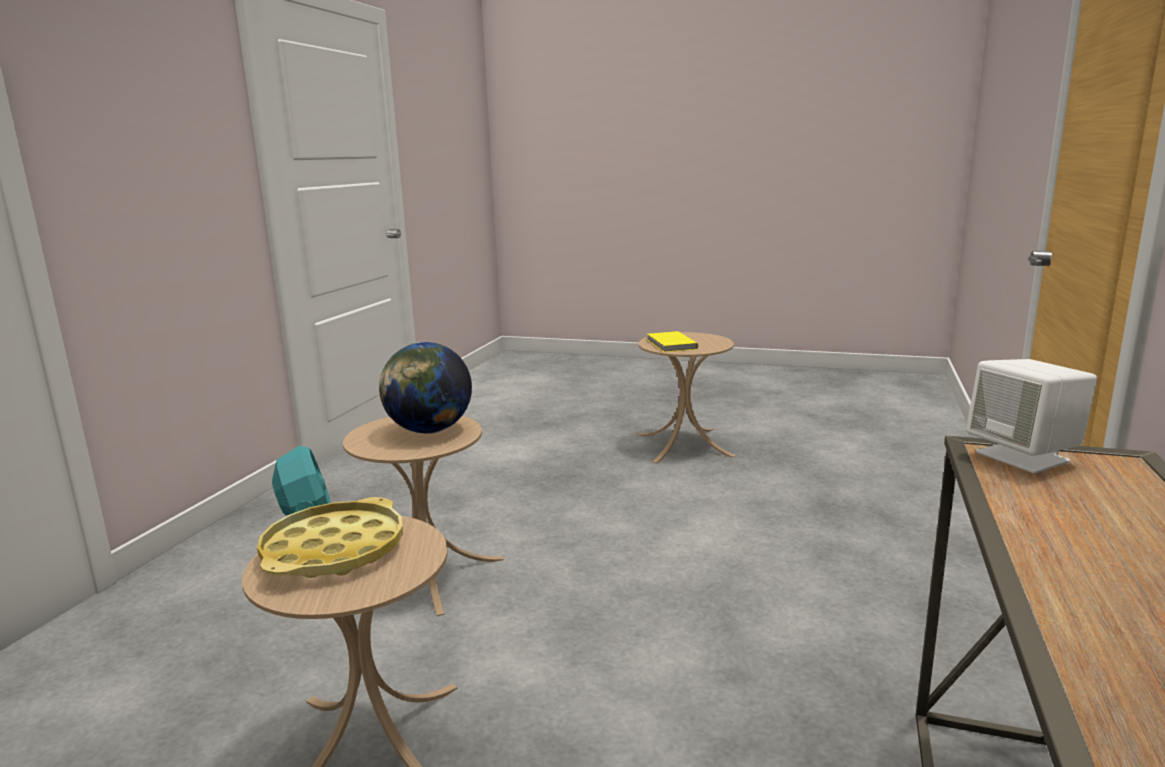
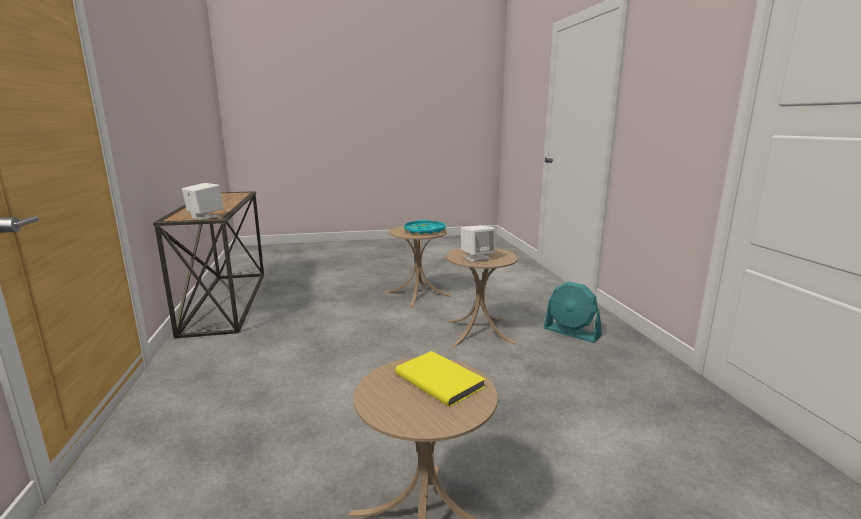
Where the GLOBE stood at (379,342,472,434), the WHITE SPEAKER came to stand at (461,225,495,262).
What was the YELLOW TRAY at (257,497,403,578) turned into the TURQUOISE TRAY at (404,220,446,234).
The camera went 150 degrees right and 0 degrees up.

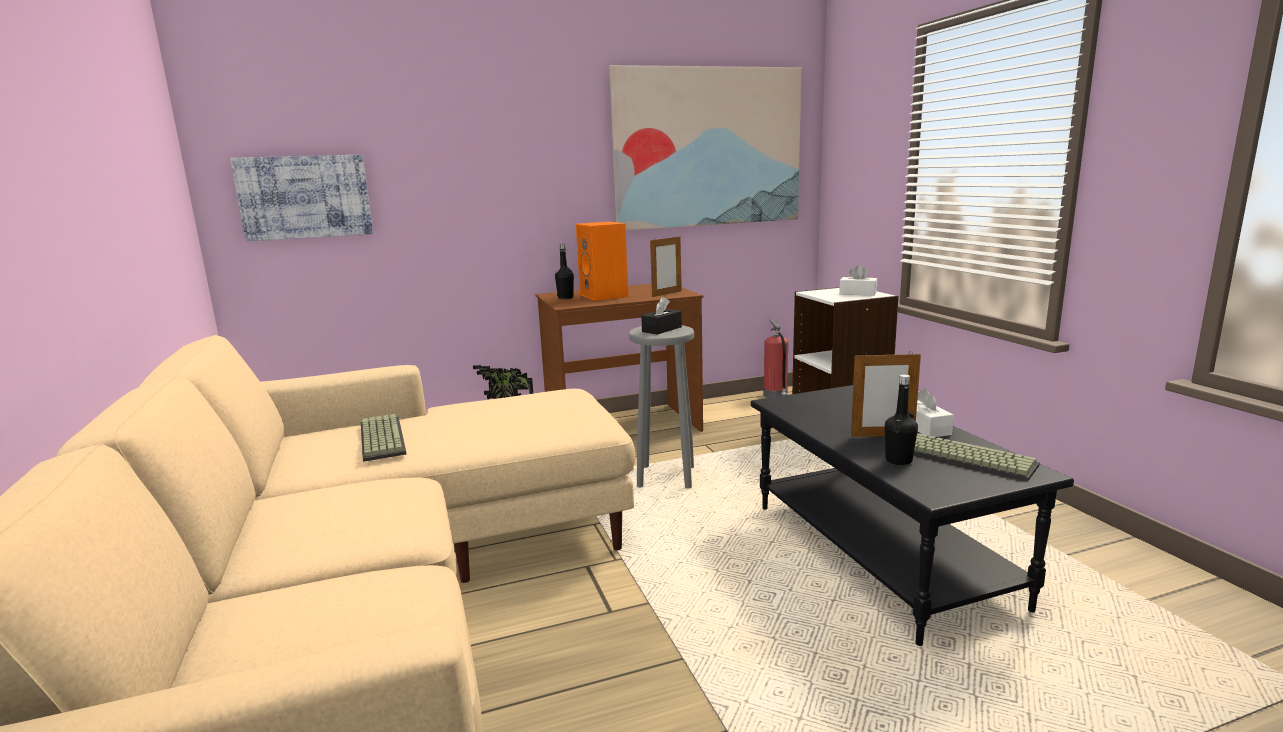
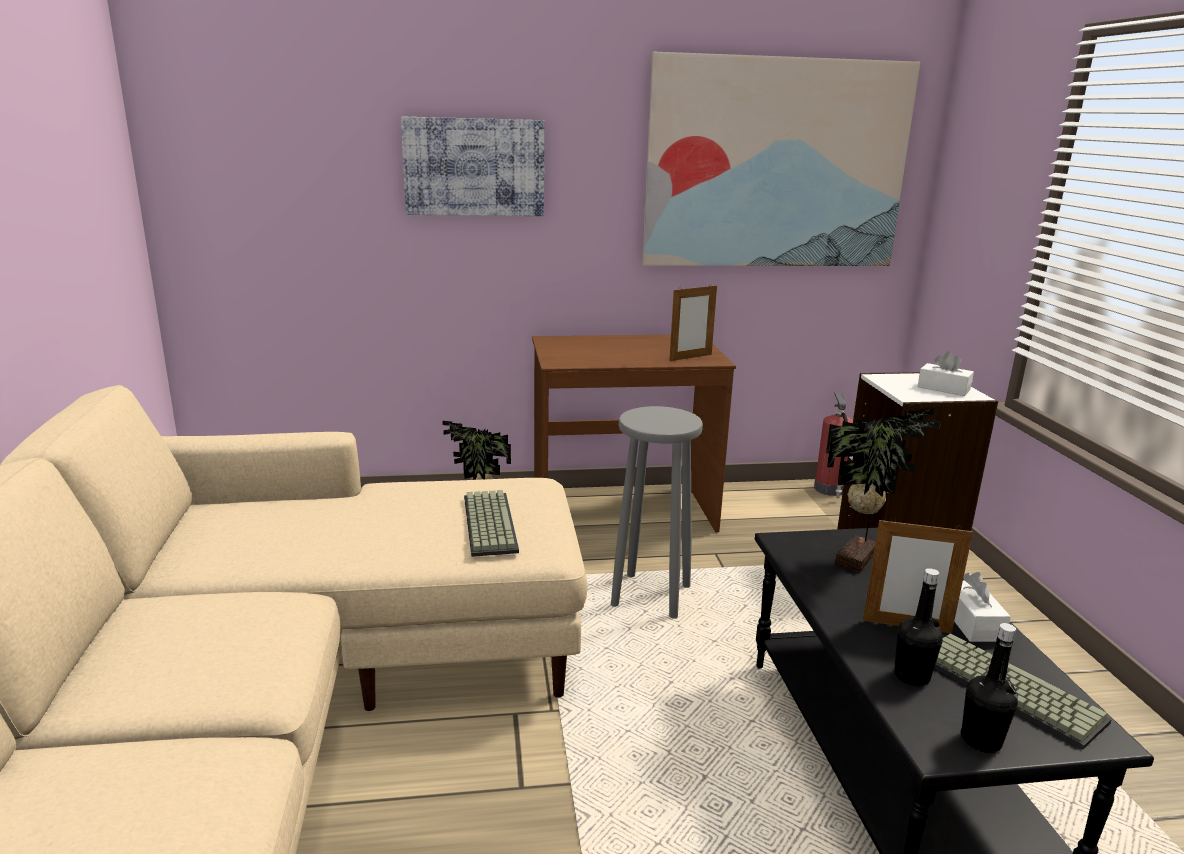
The second view lost the ORANGE SPEAKER at (576,222,628,301).
The second view lost the BLACK TISSUE BOX at (641,297,682,335).
The second view gained the POTTED PLANT at (826,408,941,572).
The PICTURE ended up elsewhere, having gone from (230,155,373,241) to (401,117,544,216).
The KEYBOARD ended up elsewhere, having gone from (361,414,406,462) to (464,490,519,557).
The BLACK BOTTLE ended up elsewhere, having gone from (555,244,574,299) to (961,623,1018,753).
The camera went 10 degrees right and 5 degrees up.

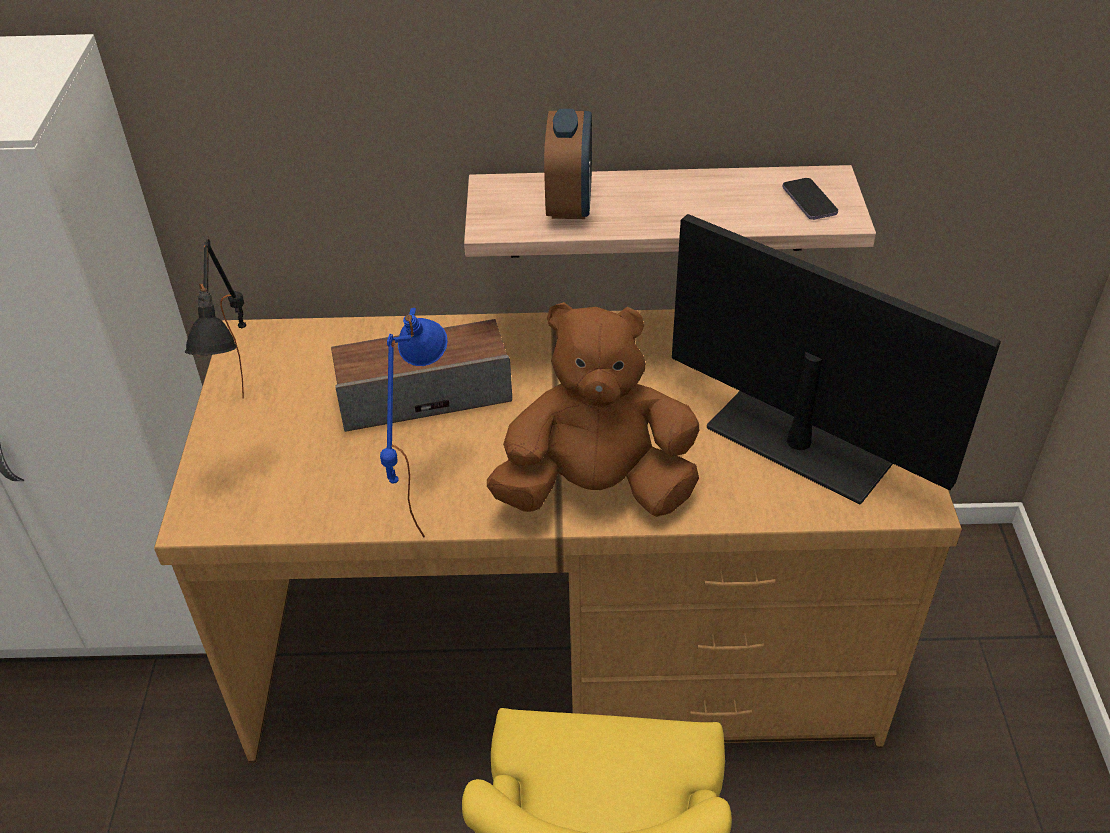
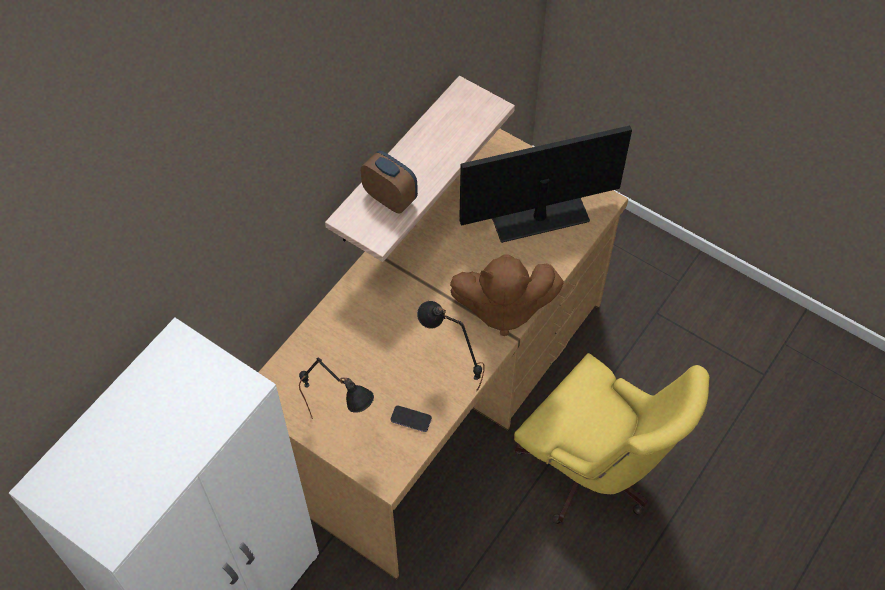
The second view lost the SPEAKER at (331,319,512,432).
The PHONE ended up elsewhere, having gone from (783,178,838,220) to (391,405,432,432).
What was the BLUE TABLE LAMP at (380,308,448,537) turned into the BLACK TABLE LAMP at (417,301,485,391).
The BROWN PLUSH TOY at (487,302,699,517) ended up facing another way, 120 degrees counterclockwise from before.
The camera went 55 degrees left and 15 degrees up.

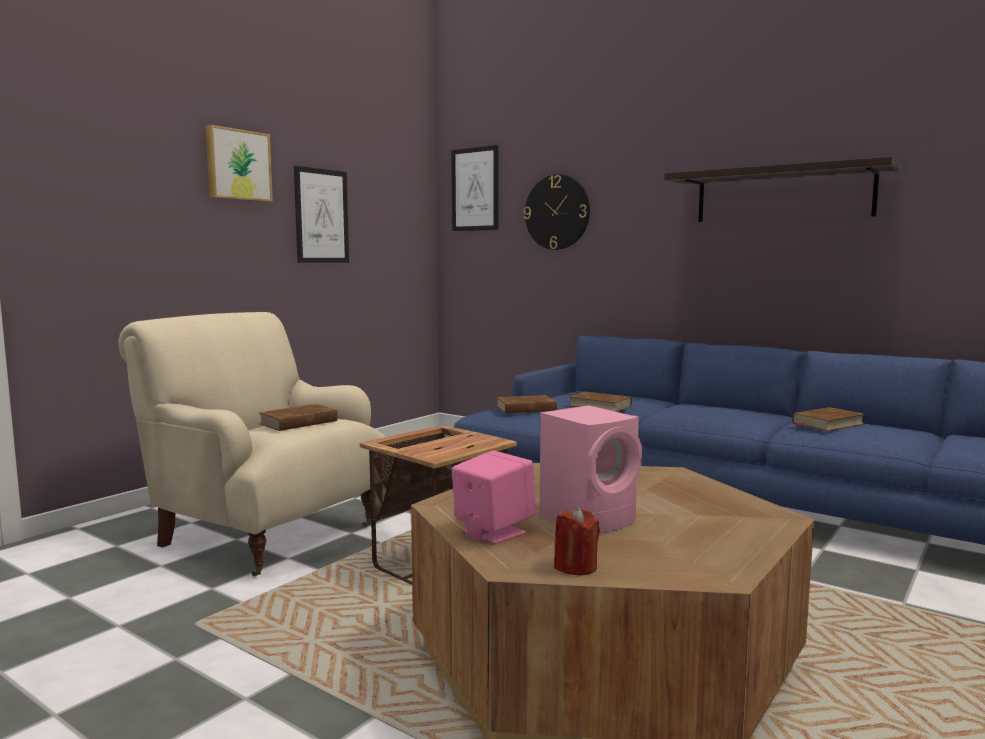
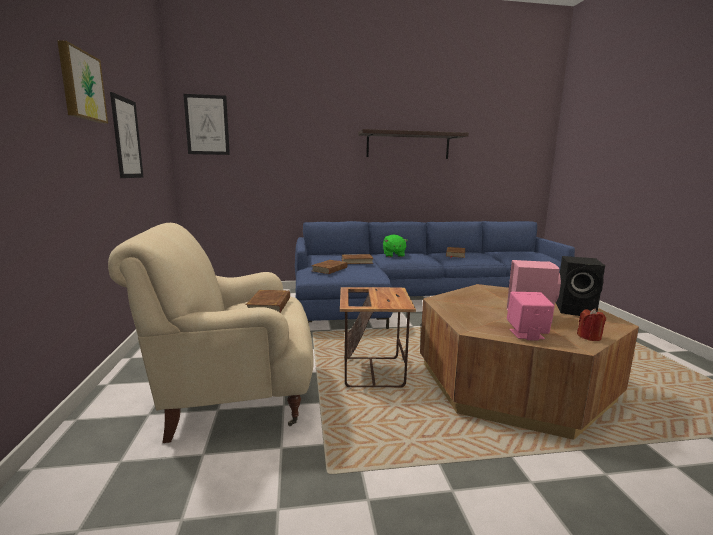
The second view lost the WALL CLOCK at (524,174,590,250).
The second view gained the GREEN PLUSH TOY at (383,234,408,257).
The second view gained the BLACK SPEAKER at (556,256,605,316).
The camera went 45 degrees left and 5 degrees up.

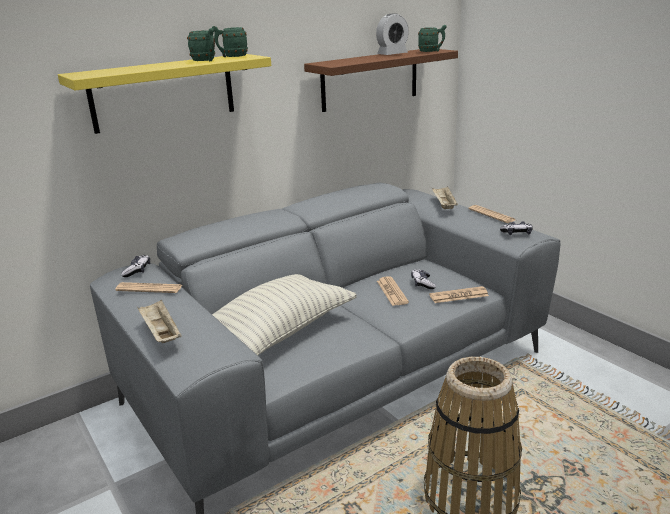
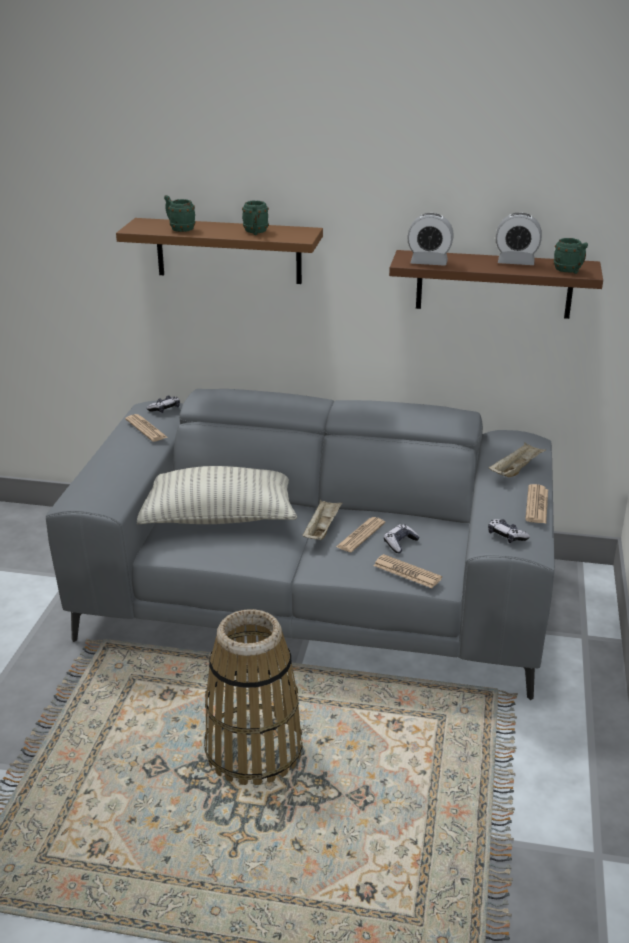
The second view gained the ALARM CLOCK at (407,213,454,266).
The BEIGE TRAY ended up elsewhere, having gone from (138,299,181,343) to (303,500,343,540).
The GREEN MUG ended up elsewhere, having gone from (212,26,248,57) to (164,195,195,232).
What was the YELLOW SHELF at (58,54,271,134) turned into the BROWN SHELF at (116,218,323,284).
The camera went 45 degrees right and 5 degrees up.

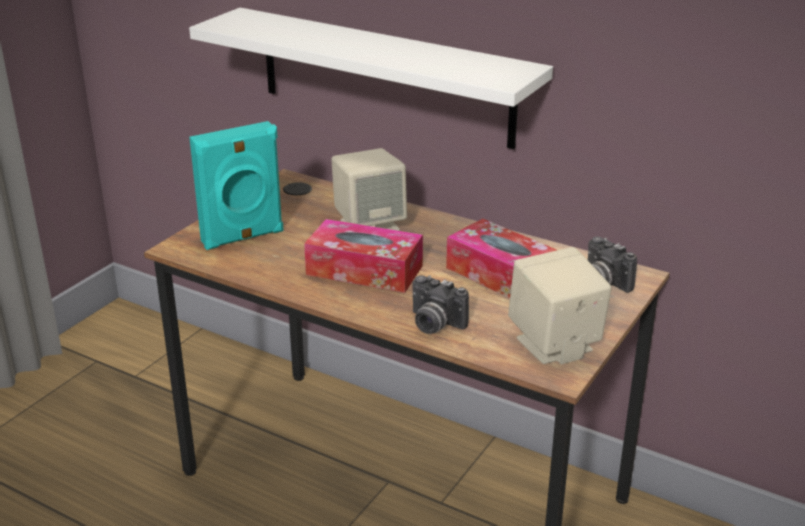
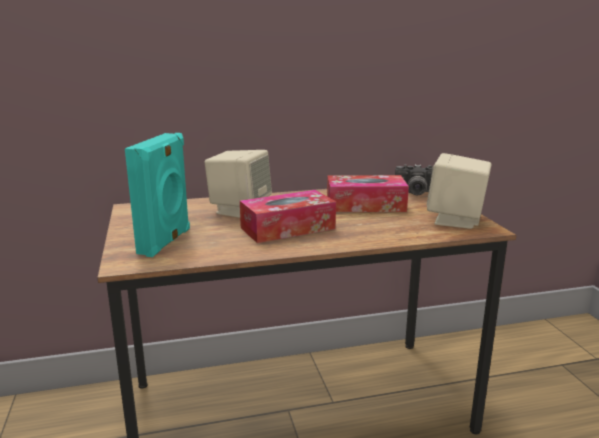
The second view lost the WHITE SHELF at (189,8,553,149).
The second view lost the PHOTO CAMERA at (412,275,469,334).
The camera went 45 degrees left and 10 degrees down.

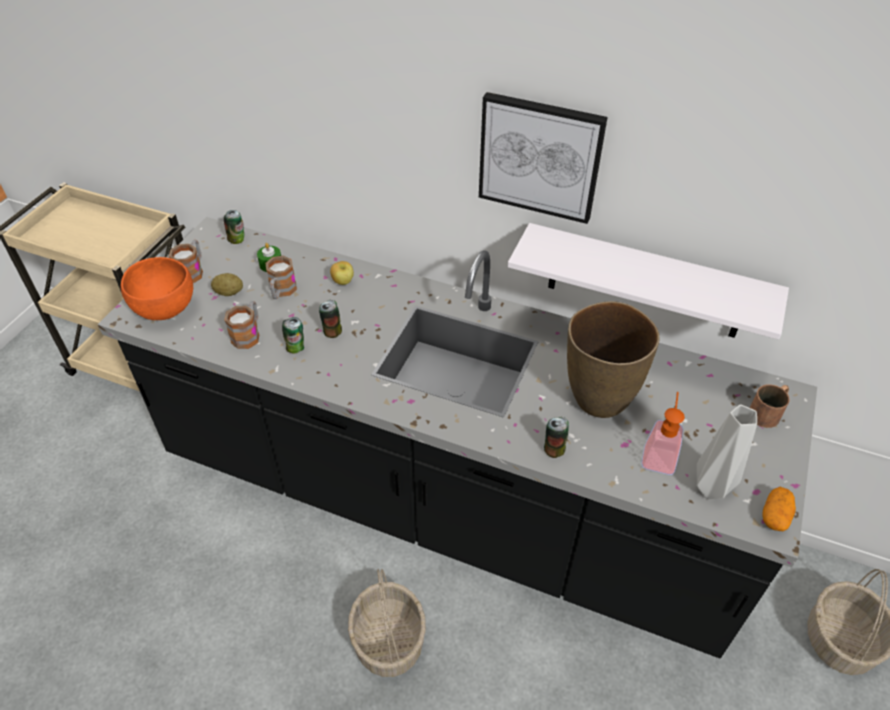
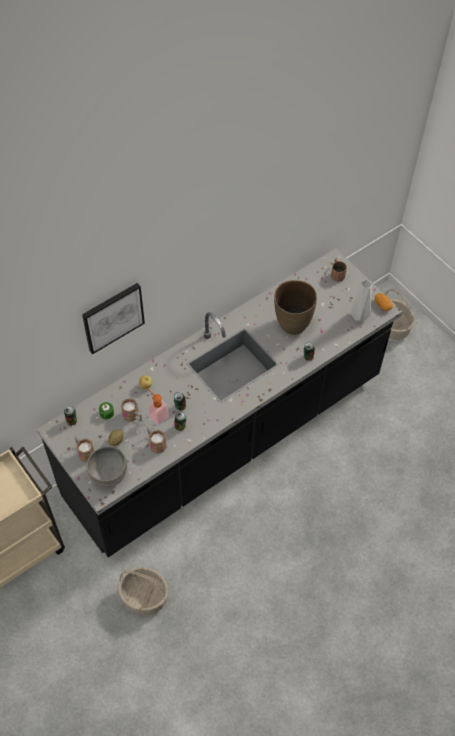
The second view lost the WHITE SHELF at (508,223,789,339).
The BASKET ended up elsewhere, having gone from (348,569,426,677) to (118,567,168,615).
The PICTURE ended up elsewhere, having gone from (479,92,608,224) to (82,283,145,354).
The SOAP DISPENSER ended up elsewhere, having gone from (641,392,685,475) to (147,388,169,425).
What was the ORANGE BOWL at (121,257,193,320) turned into the GREY BOWL at (87,446,127,487).
The camera went 60 degrees left and 10 degrees up.

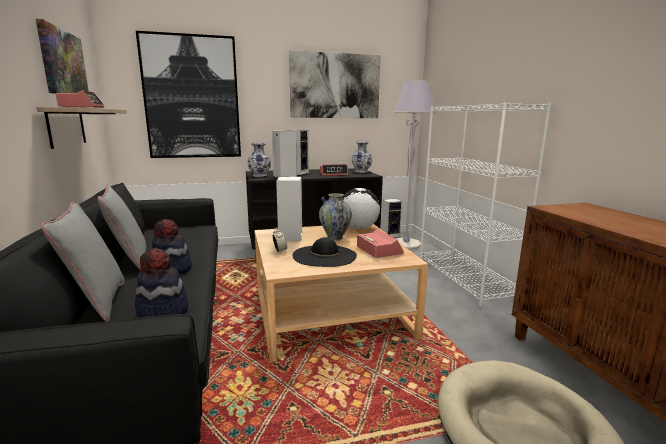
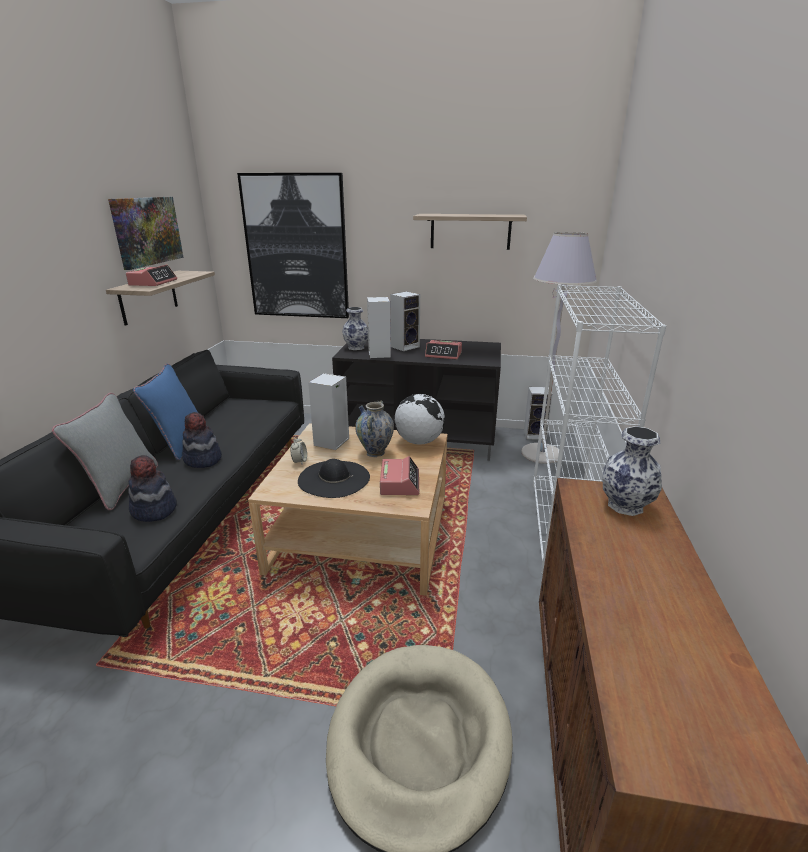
The VASE ended up elsewhere, having gone from (352,141,372,173) to (602,426,662,516).
Where the PICTURE hung at (289,50,381,118), the SHELF came to hang at (413,214,527,250).
What was the GREY PILLOW at (98,184,146,270) turned into the BLUE PILLOW at (133,363,198,460).
The camera went 25 degrees right and 10 degrees up.

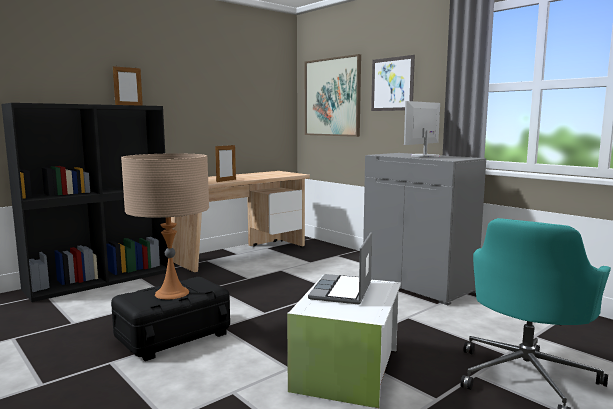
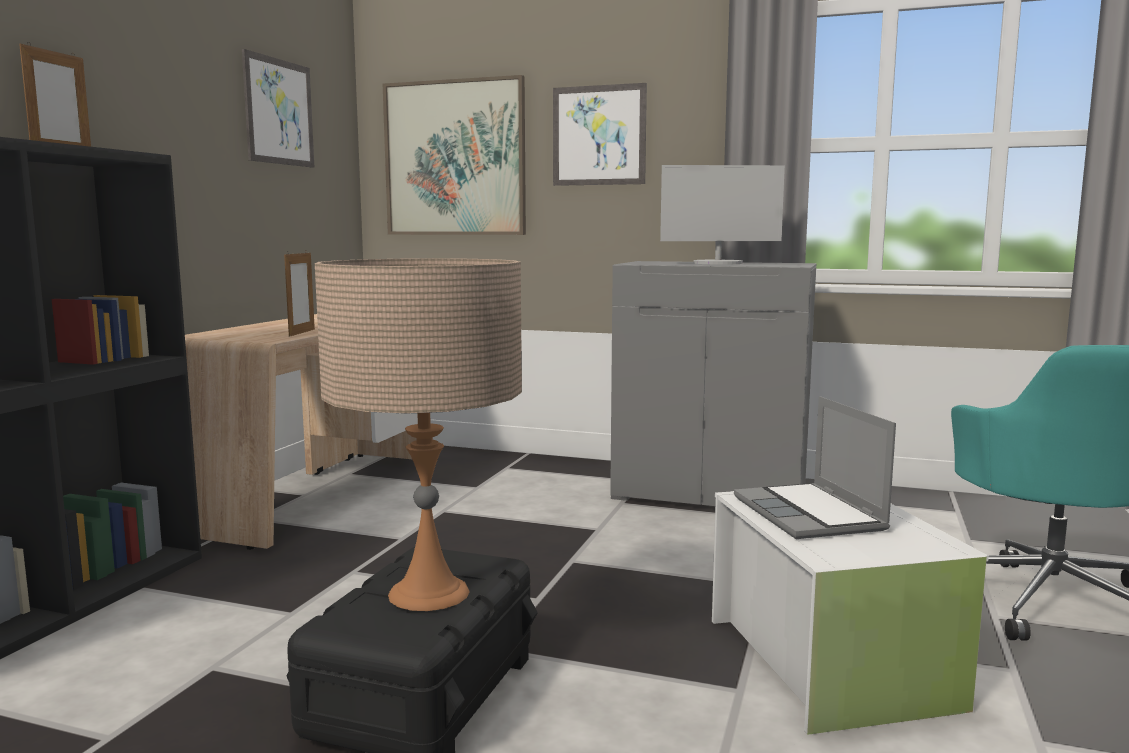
The second view gained the PICTURE at (242,49,314,168).
The MONITOR at (404,101,440,157) ended up facing another way, 105 degrees counterclockwise from before.
The camera went 30 degrees left and 0 degrees up.

